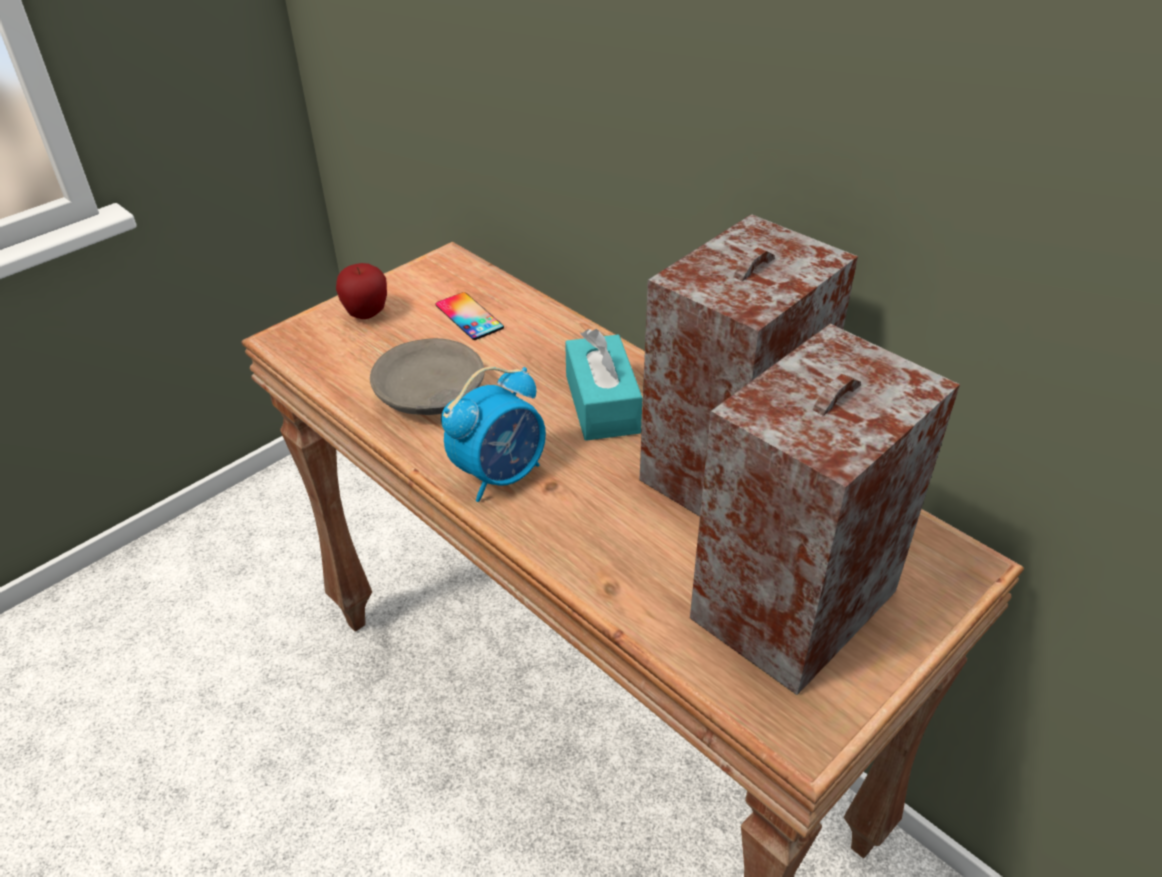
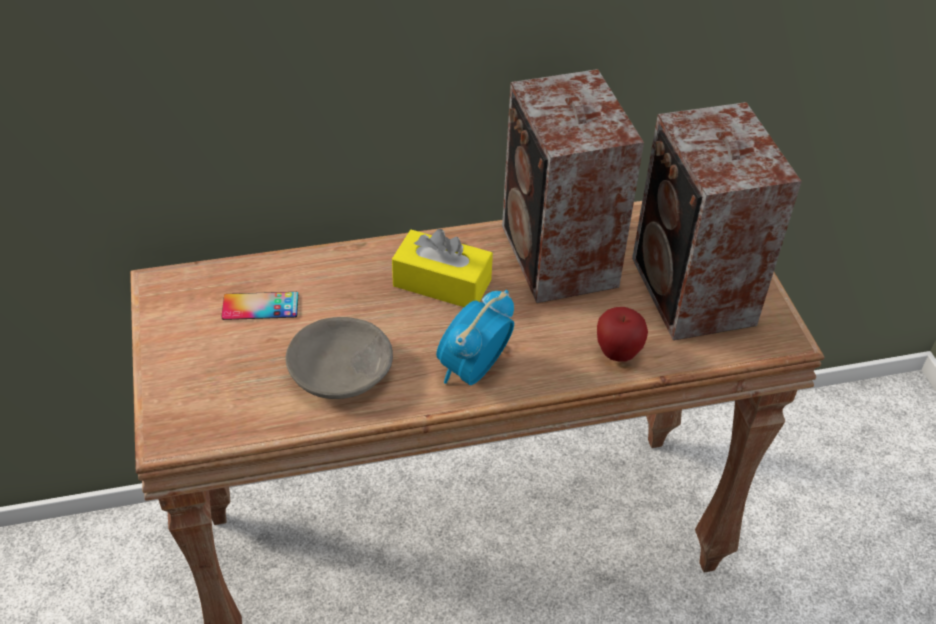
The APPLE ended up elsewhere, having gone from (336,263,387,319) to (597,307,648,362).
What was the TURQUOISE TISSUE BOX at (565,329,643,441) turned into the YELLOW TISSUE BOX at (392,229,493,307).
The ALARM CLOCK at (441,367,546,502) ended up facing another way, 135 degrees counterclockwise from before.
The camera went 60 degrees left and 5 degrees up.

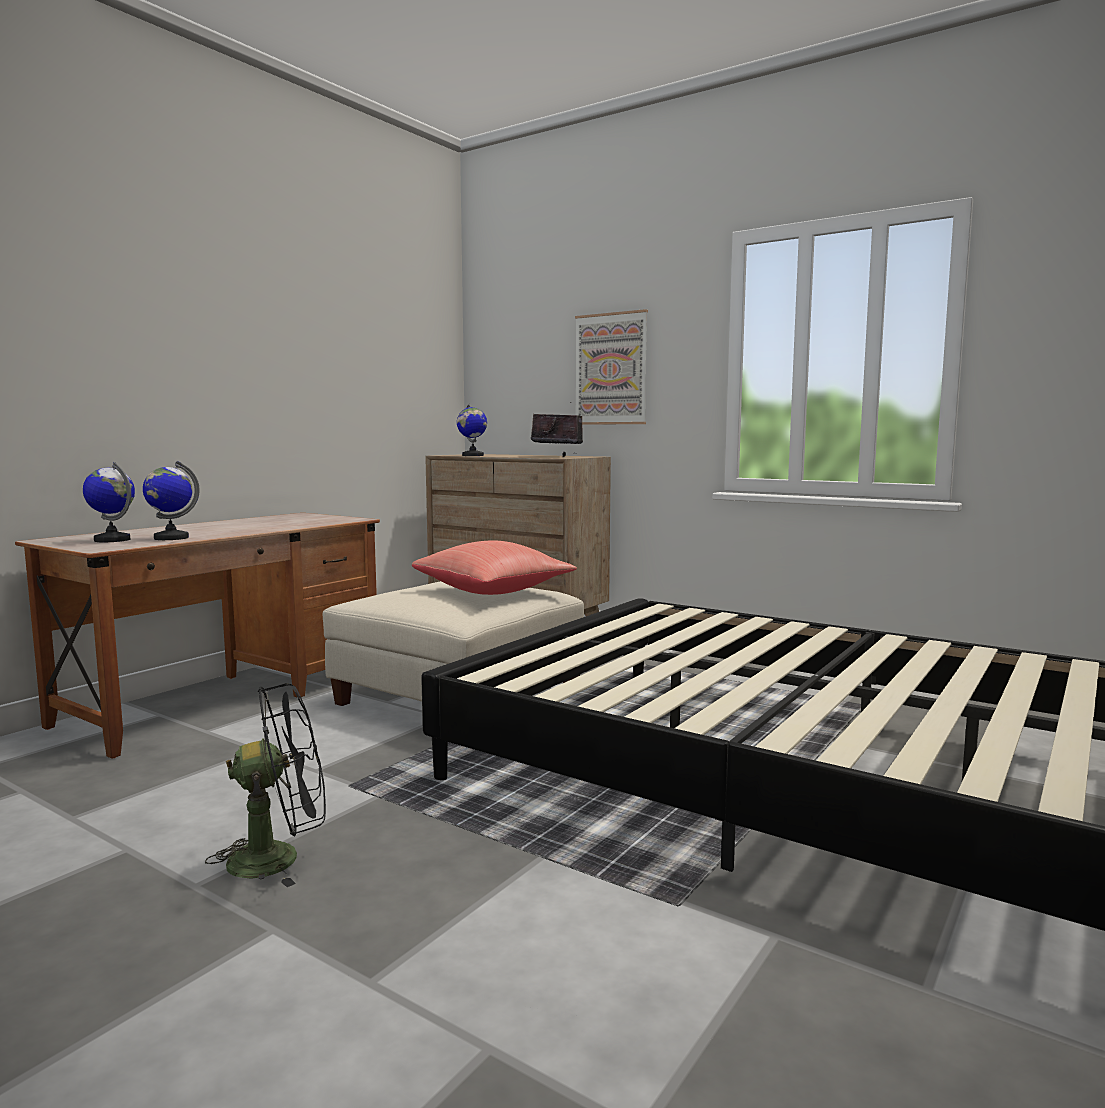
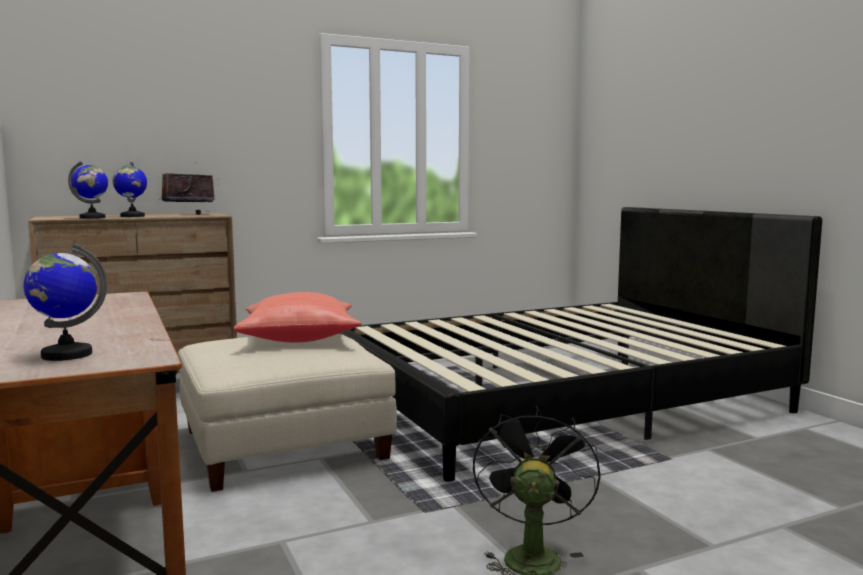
The second view lost the PICTURE at (575,309,648,425).
The GLOBE ended up elsewhere, having gone from (143,461,200,540) to (112,162,147,217).
The camera went 60 degrees left and 0 degrees up.

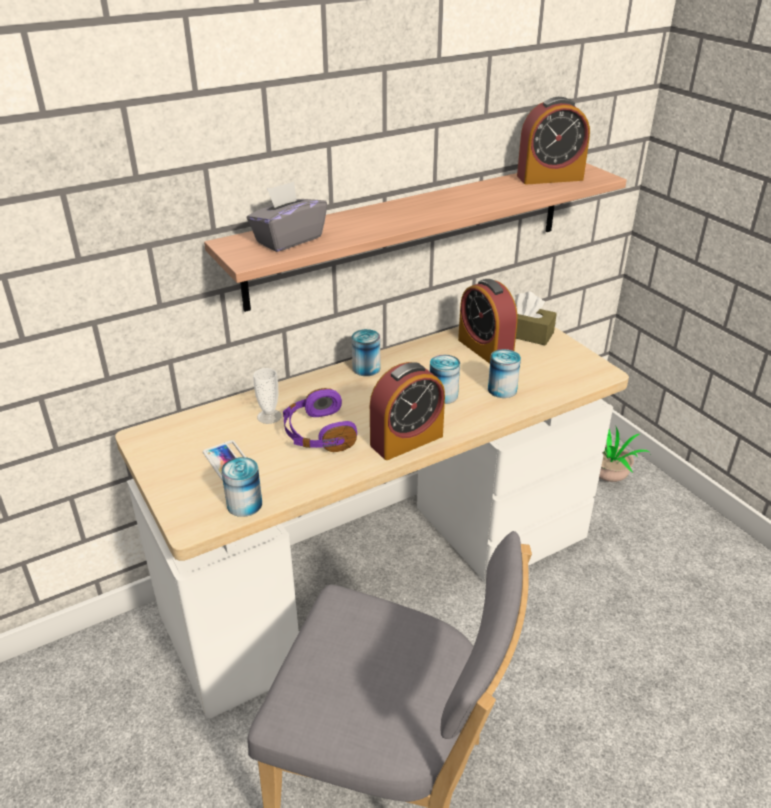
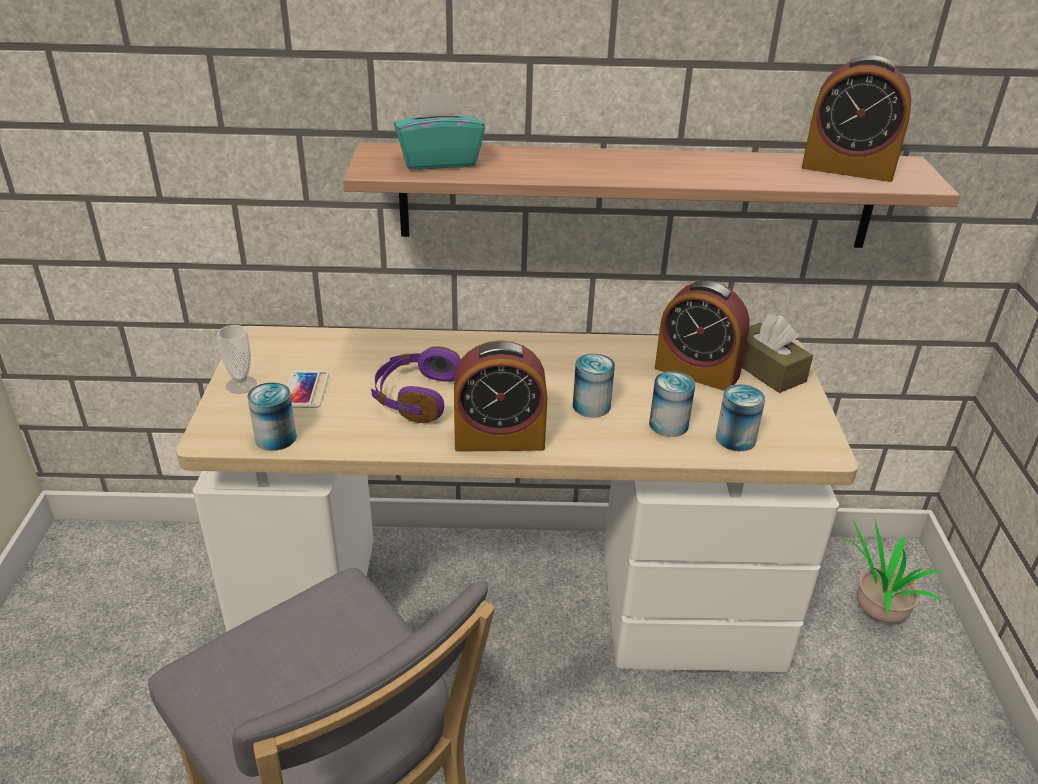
The CUP ended up elsewhere, having gone from (253,368,282,424) to (217,325,257,394).
The CAN ended up elsewhere, having gone from (352,329,380,376) to (716,384,765,451).
What was the GREY TISSUE BOX at (247,181,327,252) turned into the TURQUOISE TISSUE BOX at (394,92,485,170).
The ALARM CLOCK at (458,279,518,364) ended up facing another way, 60 degrees counterclockwise from before.
The camera went 30 degrees right and 0 degrees up.

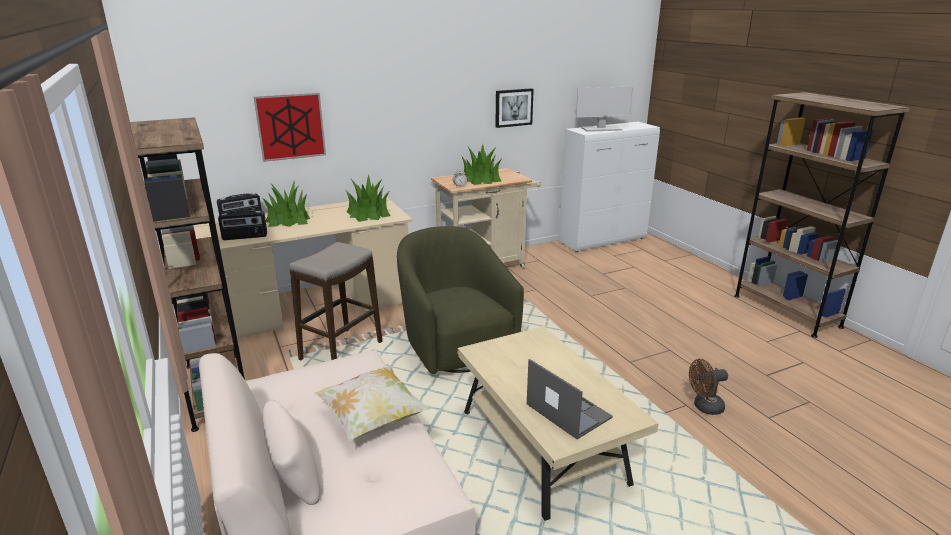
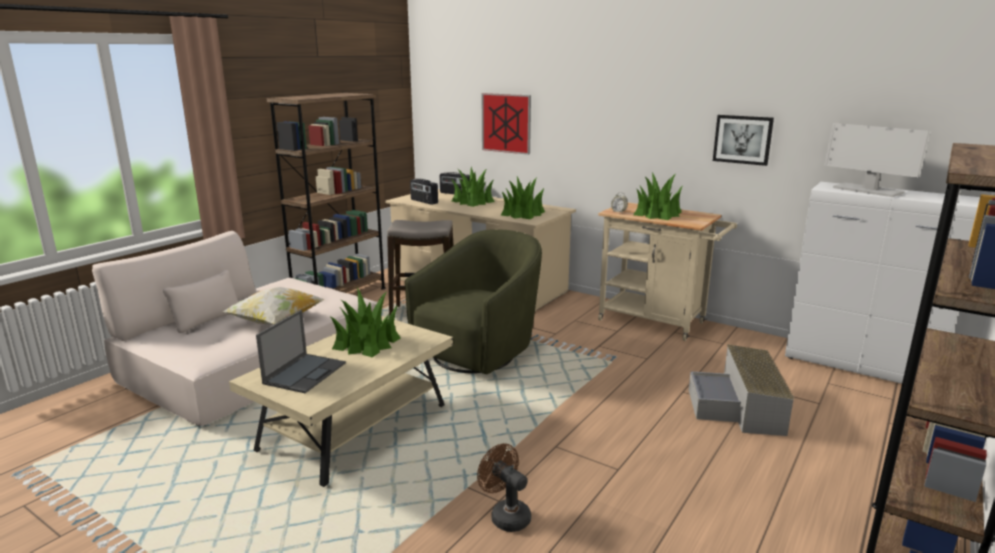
The second view gained the POTTED PLANT at (331,287,401,357).
The second view gained the GREY STORAGE BOX at (689,344,795,436).
The camera went 60 degrees right and 5 degrees down.

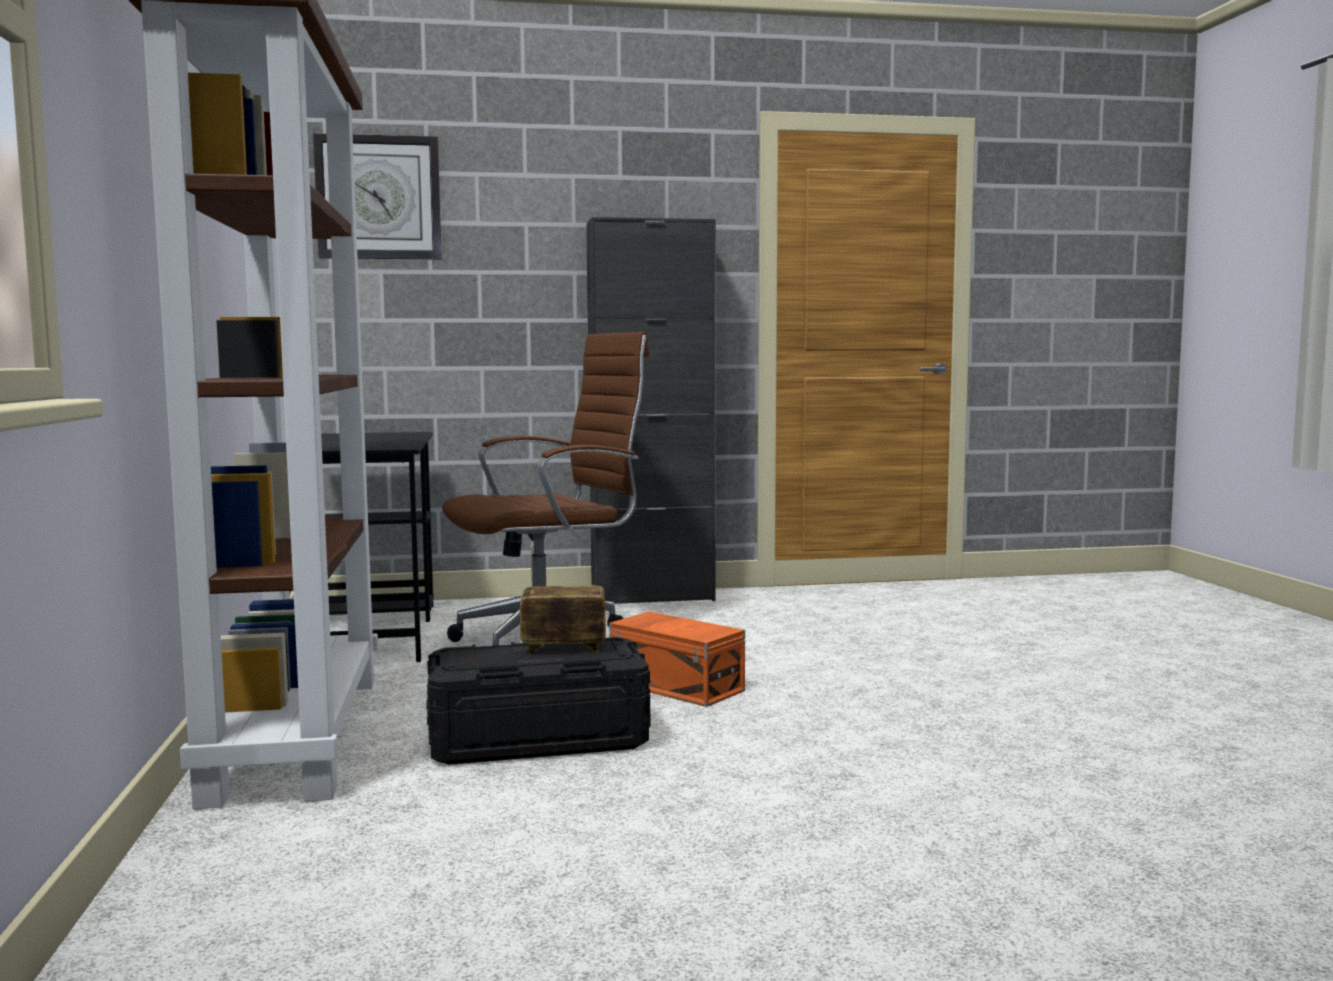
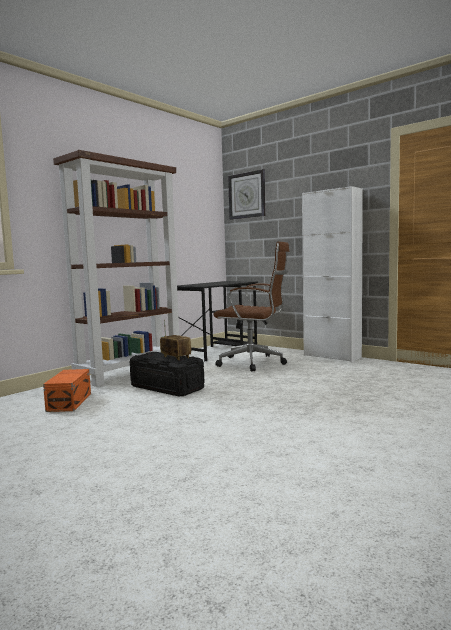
The ORANGE STORAGE BOX ended up elsewhere, having gone from (609,612,745,707) to (43,369,91,412).
What was the BLACK CABINET at (586,217,716,604) turned into the WHITE CABINET at (302,186,363,362).
The camera went 50 degrees right and 0 degrees up.

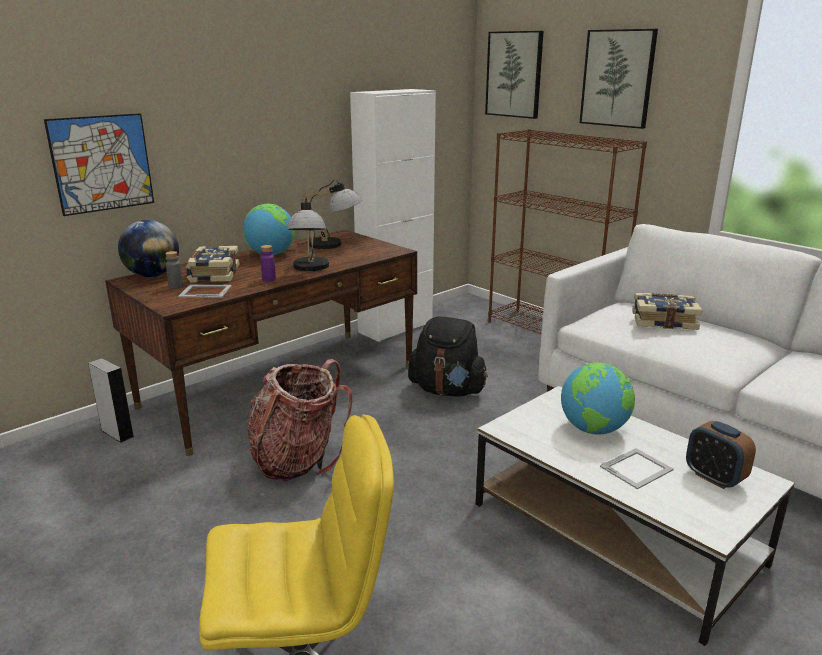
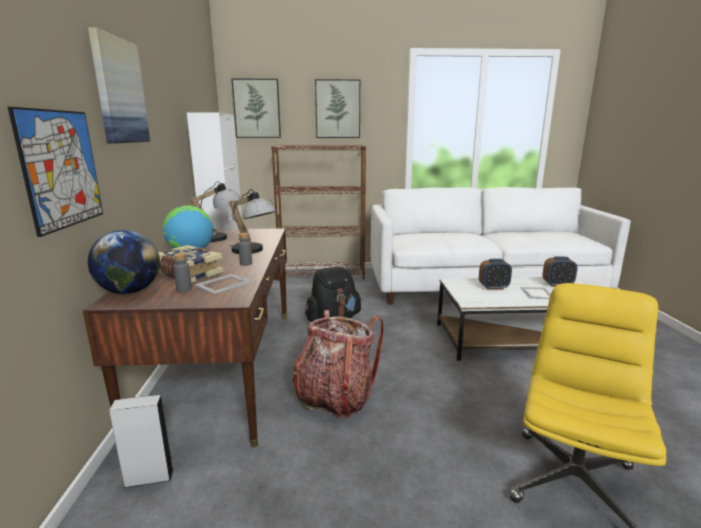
The second view lost the BOOK at (632,293,703,330).
The second view gained the PICTURE at (88,27,150,144).
Where the GLOBE stood at (561,362,635,435), the ALARM CLOCK came to stand at (479,259,512,290).
What was the PURPLE BOTTLE at (260,245,276,282) turned into the GREY BOTTLE at (238,233,252,266).
The camera went 50 degrees left and 5 degrees down.

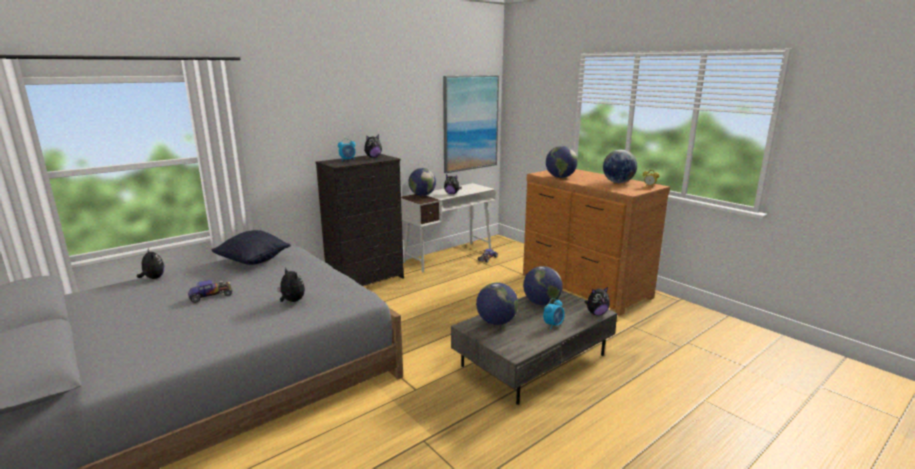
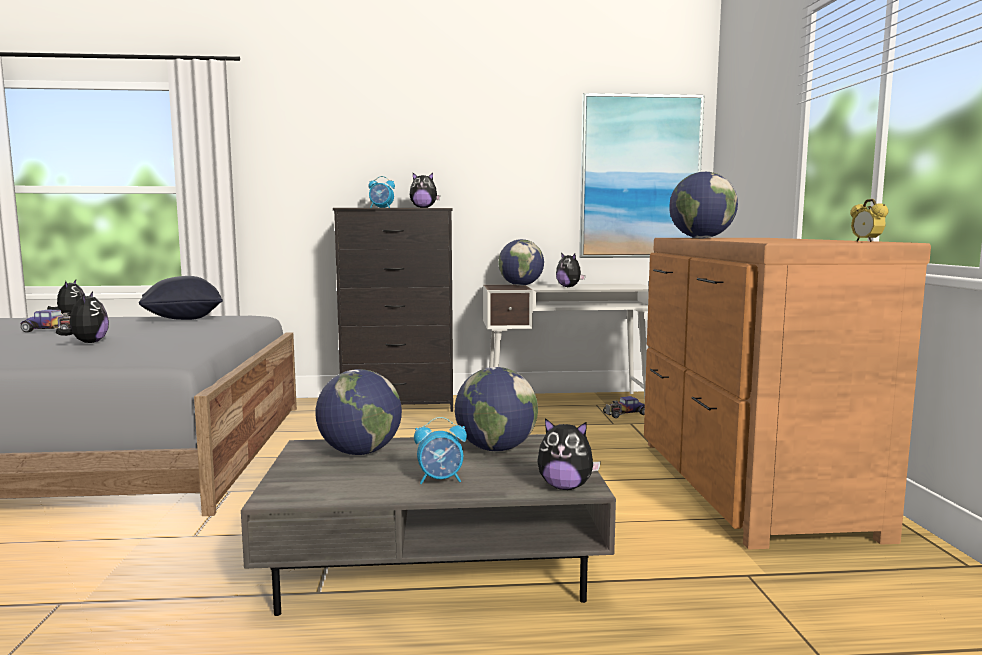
The second view lost the GLOBE at (603,150,637,183).
The camera went 35 degrees right and 10 degrees down.

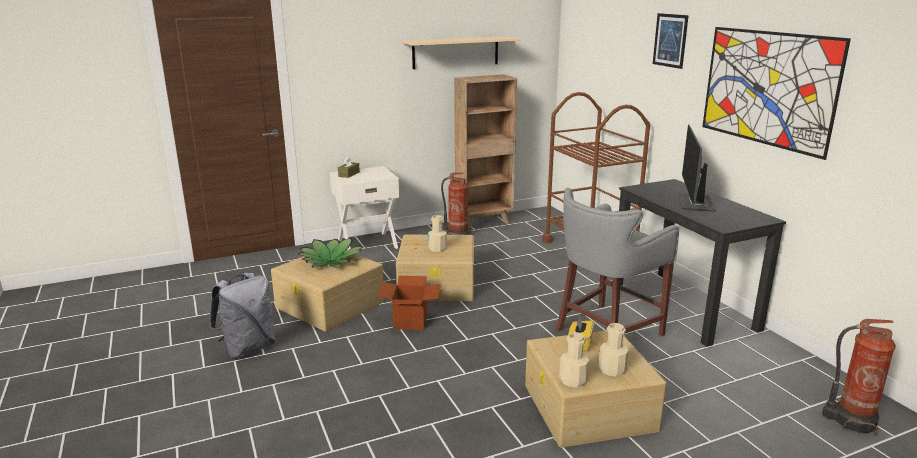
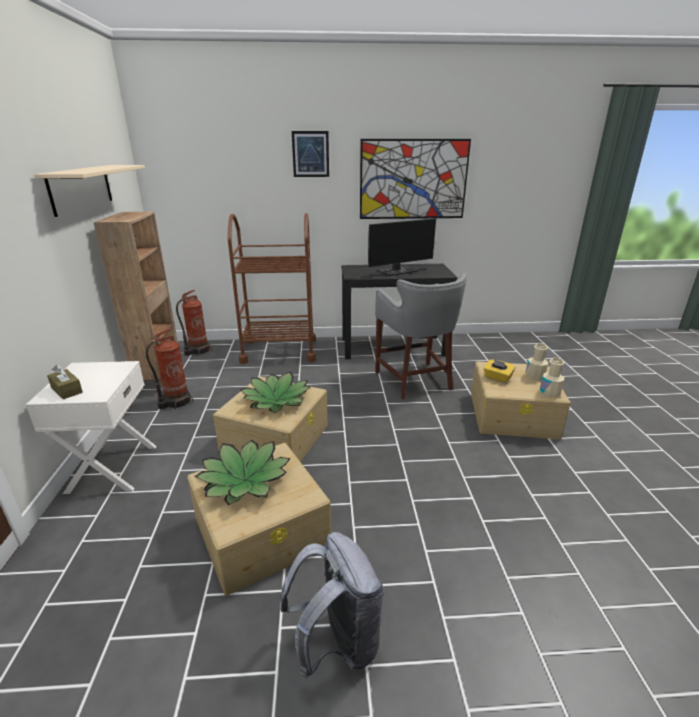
The second view lost the CARDBOARD BOX at (377,276,441,330).
The FIRE EXTINGUISHER ended up elsewhere, having gone from (822,319,896,435) to (176,290,212,356).
Where the BEIGE BOTTLE stood at (428,215,447,252), the POTTED PLANT came to stand at (240,372,311,413).
The MONITOR at (677,125,716,212) ended up facing another way, 60 degrees counterclockwise from before.
The camera went 70 degrees left and 5 degrees up.

